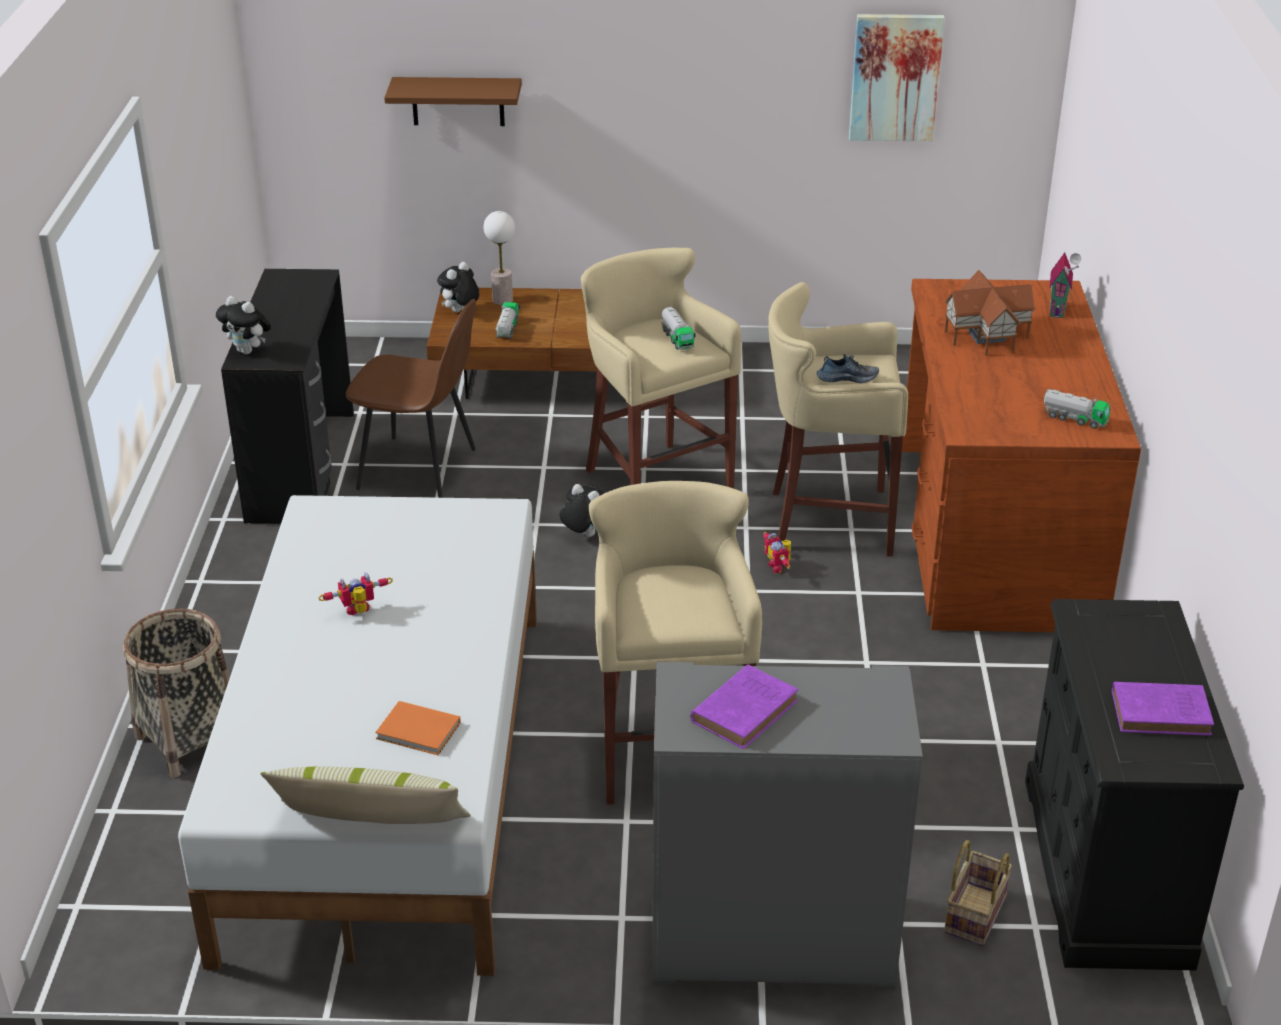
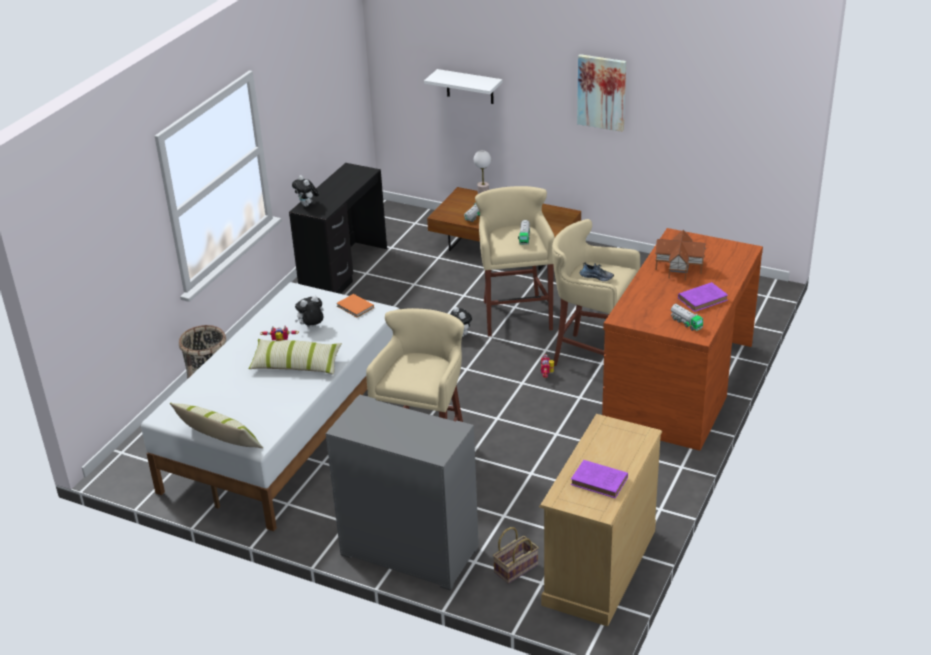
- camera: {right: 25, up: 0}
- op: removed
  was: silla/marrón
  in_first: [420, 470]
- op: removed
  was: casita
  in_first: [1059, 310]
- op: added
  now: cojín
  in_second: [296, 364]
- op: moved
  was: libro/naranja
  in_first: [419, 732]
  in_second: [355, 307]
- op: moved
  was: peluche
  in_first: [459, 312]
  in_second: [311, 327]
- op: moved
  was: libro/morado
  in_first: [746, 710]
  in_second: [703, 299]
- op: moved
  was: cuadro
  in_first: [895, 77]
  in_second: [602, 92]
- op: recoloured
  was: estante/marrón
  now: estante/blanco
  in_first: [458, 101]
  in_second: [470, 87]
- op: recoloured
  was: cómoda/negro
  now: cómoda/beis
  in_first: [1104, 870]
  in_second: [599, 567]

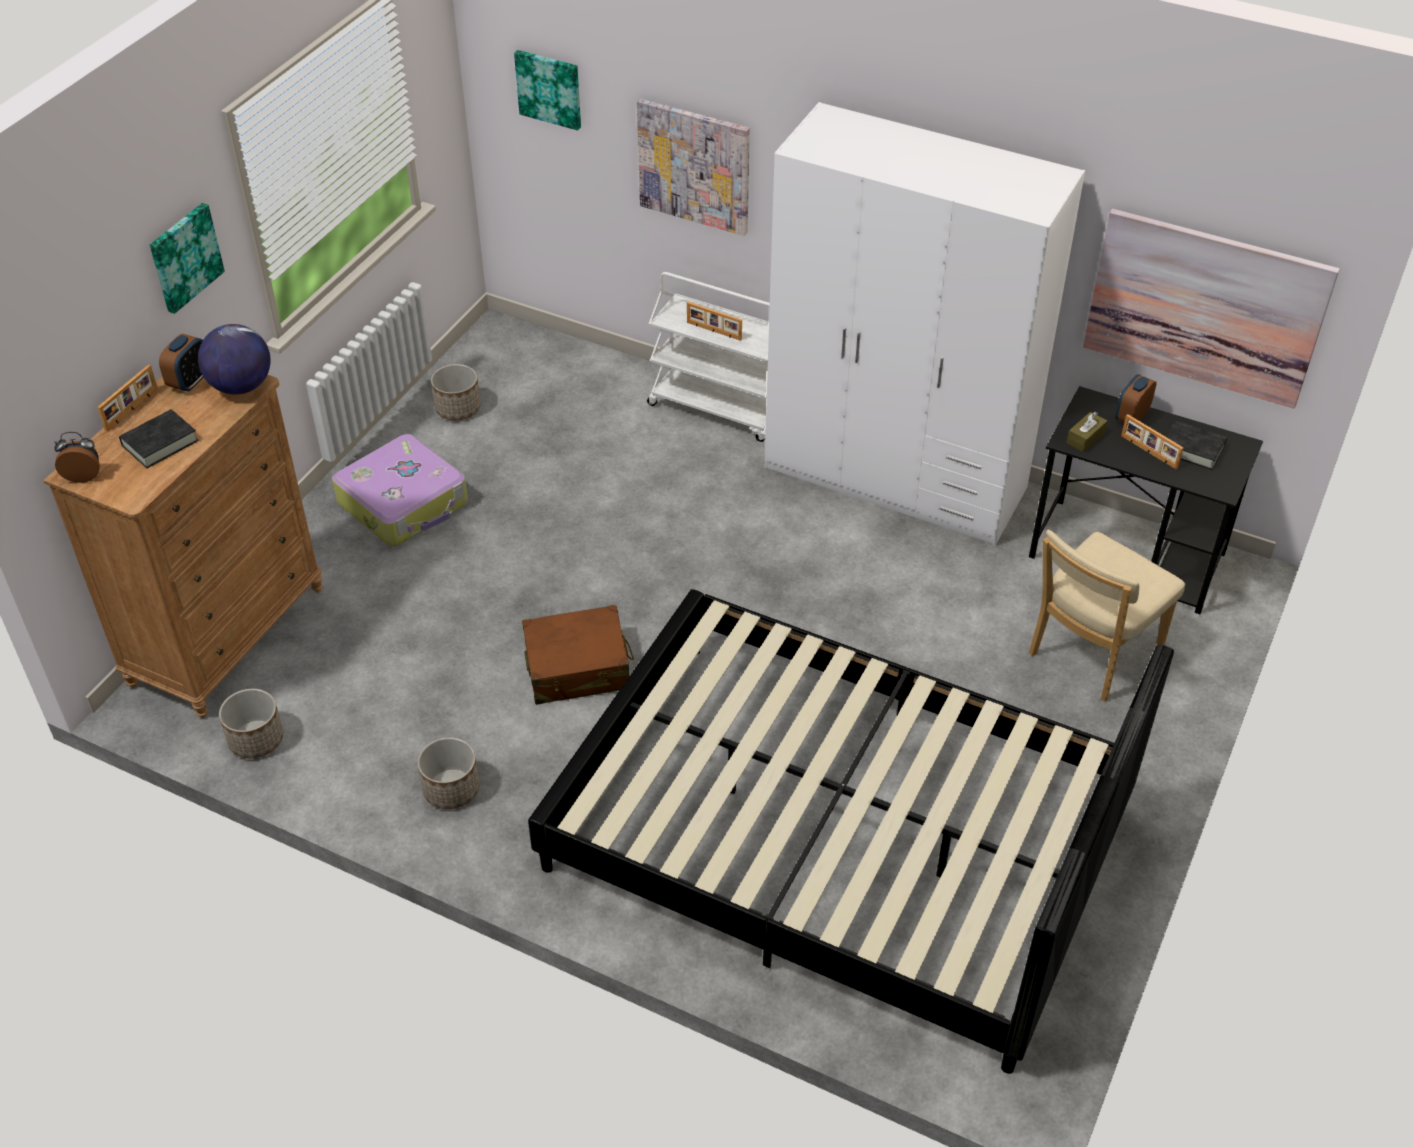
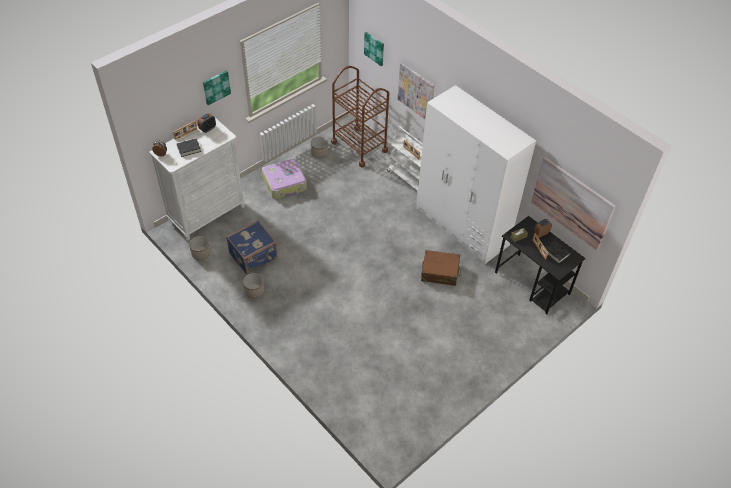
- camera: {right: 20, up: 5}
- op: removed
  was: globo terráqueo
  in_first: [241, 386]
- op: removed
  was: cama/negro
  in_first: [836, 840]
- op: removed
  was: silla/beis
  in_first: [1090, 654]
- op: added
  now: maleta/azul
  in_second: [254, 256]
- op: added
  now: carrito/marrón
  in_second: [359, 147]
- op: moved
  was: maleta/marrón
  in_first: [578, 668]
  in_second: [440, 272]
- op: recoloured
  was: cómoda/marrón
  now: cómoda/blanco
  in_first: [227, 635]
  in_second: [207, 214]

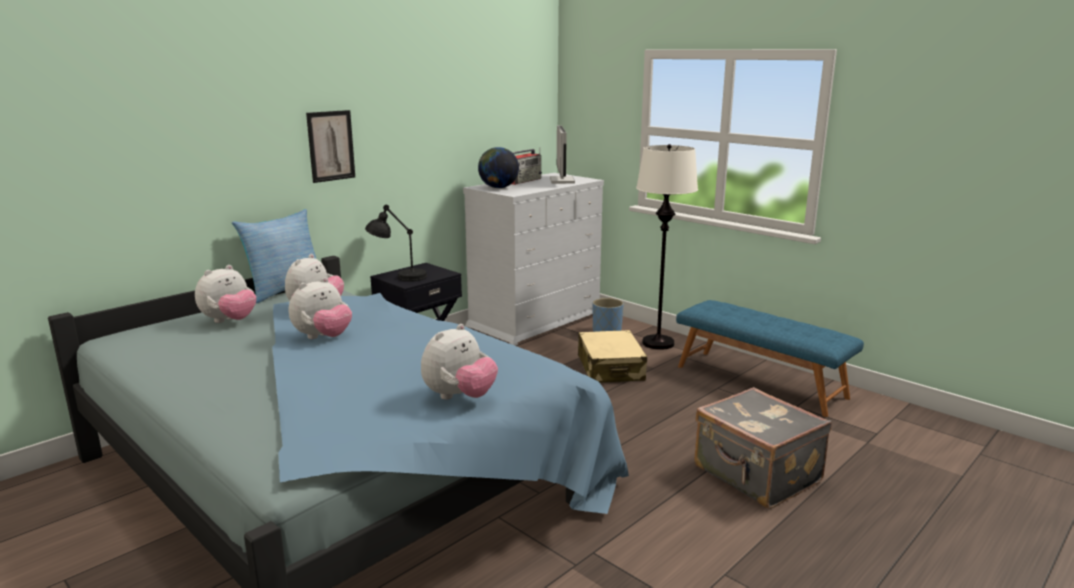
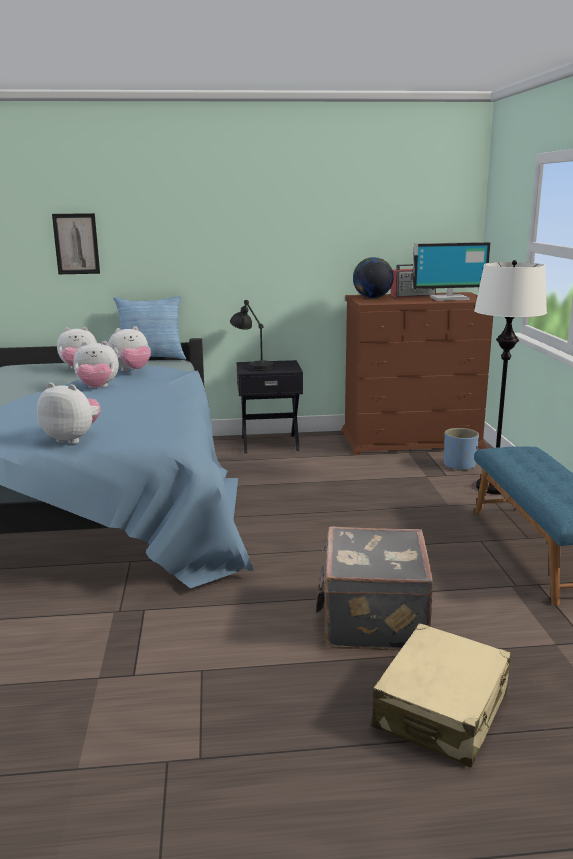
- camera: {right: 40, up: 0}
- op: moved
  was: cuadro
  in_first: [331, 146]
  in_second: [76, 244]
- op: moved
  was: maleta/beis
  in_first: [610, 368]
  in_second: [442, 710]
- op: recoloured
  was: cómoda/blanco
  now: cómoda/marrón
  in_first: [535, 320]
  in_second: [411, 439]
- op: turned
  was: peluche
  in_first: [459, 397]
  in_second: [72, 439]
  clockwise: -150
- op: turned
  was: monitor
  in_first: [560, 181]
  in_second: [448, 298]
  clockwise: 45

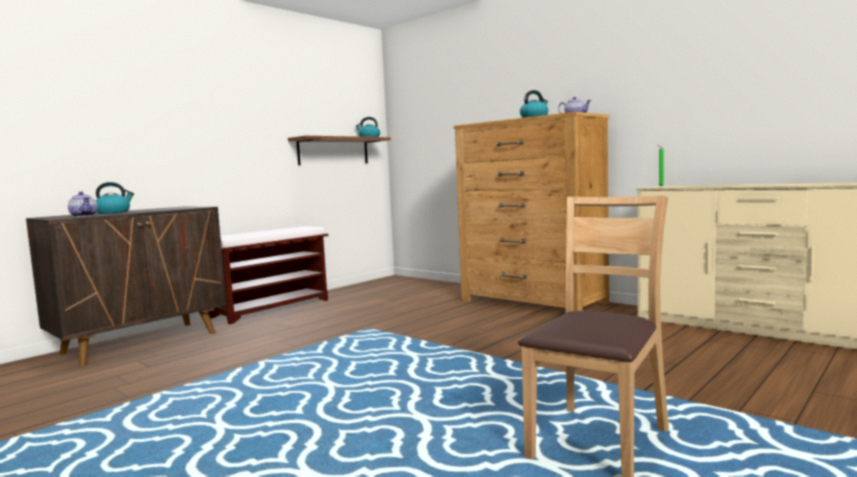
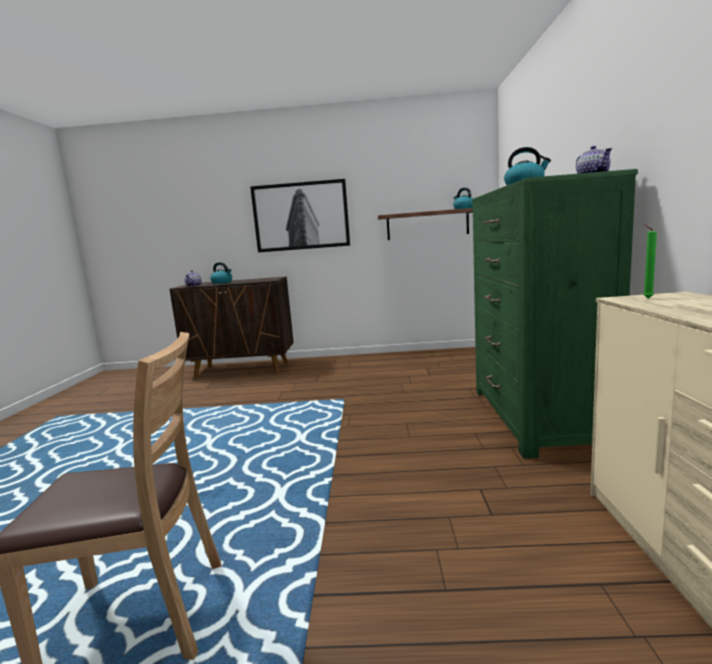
- camera: {right: 50, up: 5}
- op: removed
  was: banco/marrón
  in_first: [272, 308]
- op: added
  now: cuadro
  in_second: [301, 216]
- op: recoloured
  was: cómoda/marrón
  now: cómoda/verde
  in_first: [532, 302]
  in_second: [535, 417]

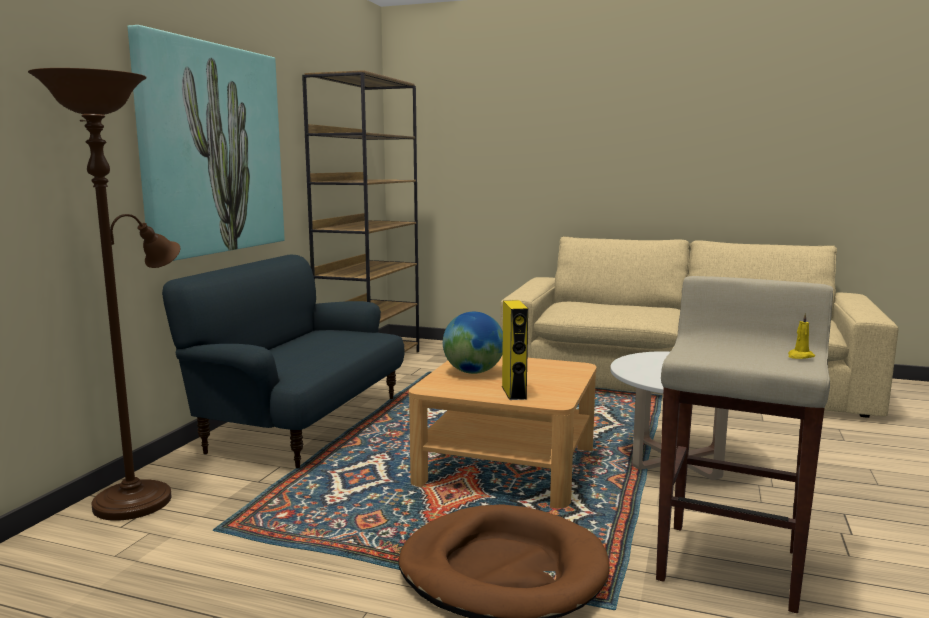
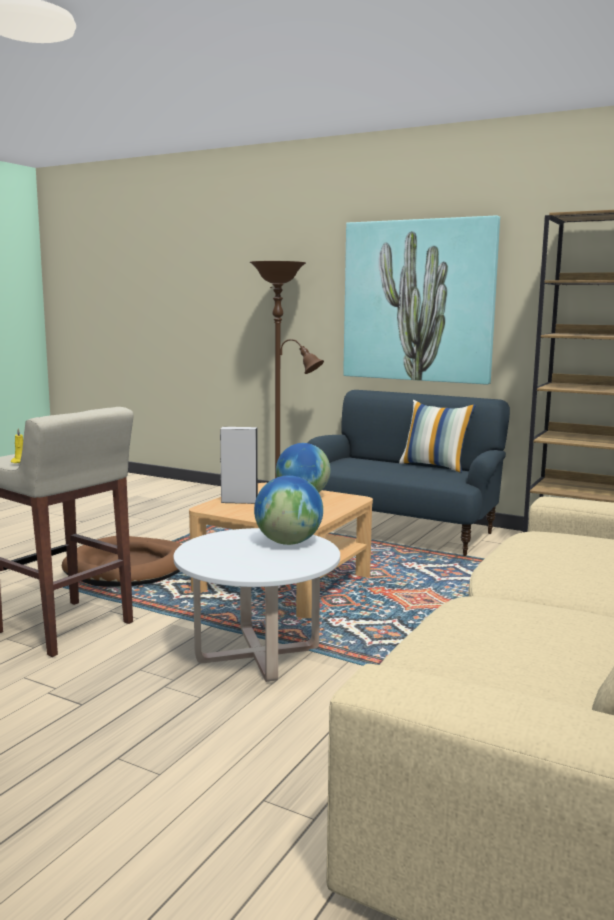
- camera: {right: 100, up: 0}
- op: added
  now: globo terráqueo
  in_second: [288, 542]
- op: added
  now: cojín
  in_second: [434, 466]
- op: recoloured
  was: altavoz/amarillo
  now: altavoz/gris
  in_first: [514, 392]
  in_second: [239, 501]

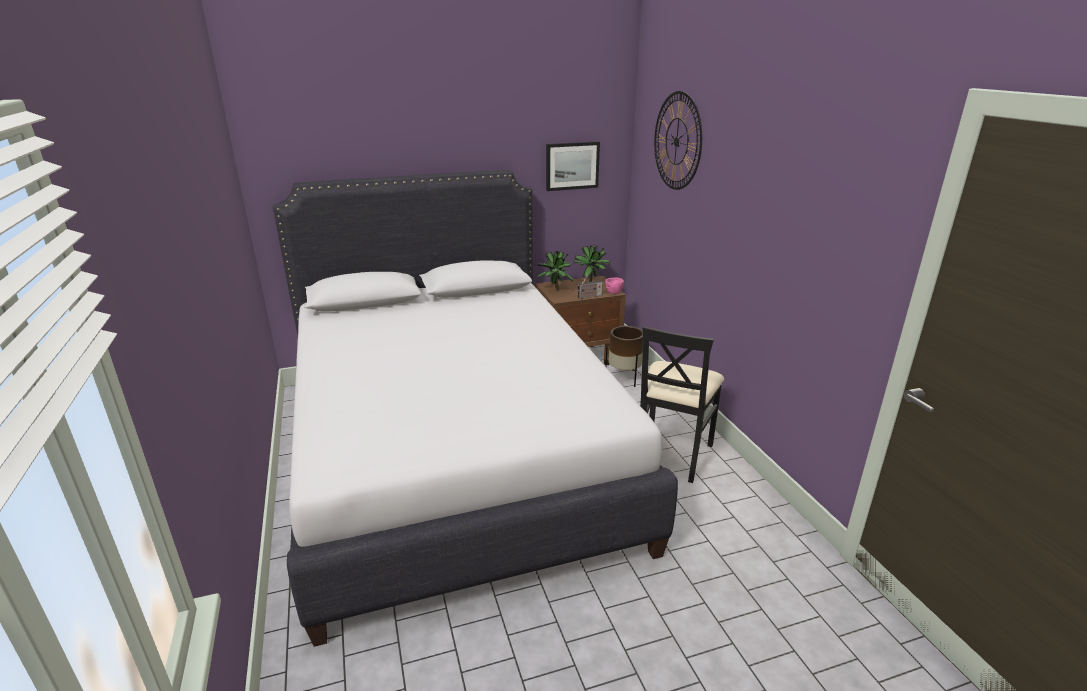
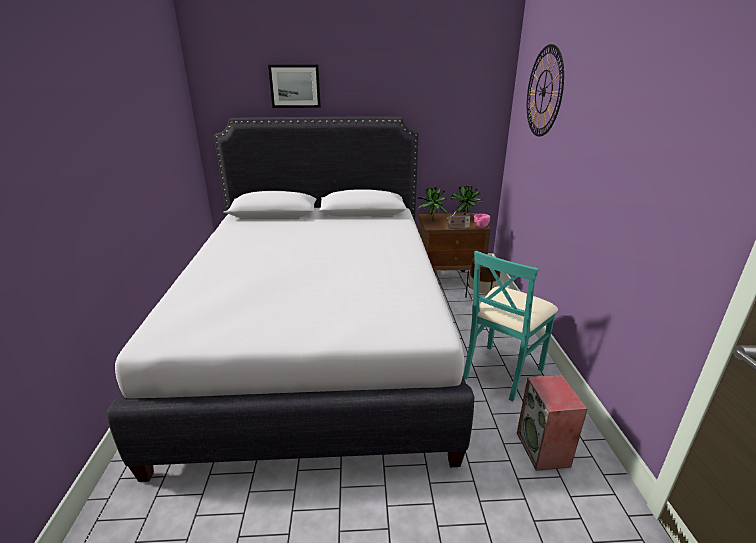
- camera: {right: 15, up: 0}
- op: added
  now: altavoz
  in_second: [543, 450]
- op: moved
  was: cuadro
  in_first: [572, 166]
  in_second: [295, 86]
- op: recoloured
  was: silla/negro
  now: silla/turquesa
  in_first: [672, 454]
  in_second: [502, 371]

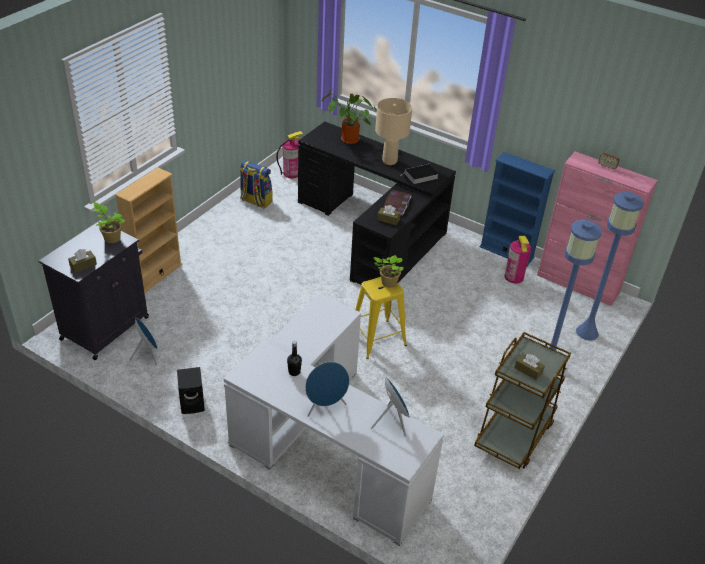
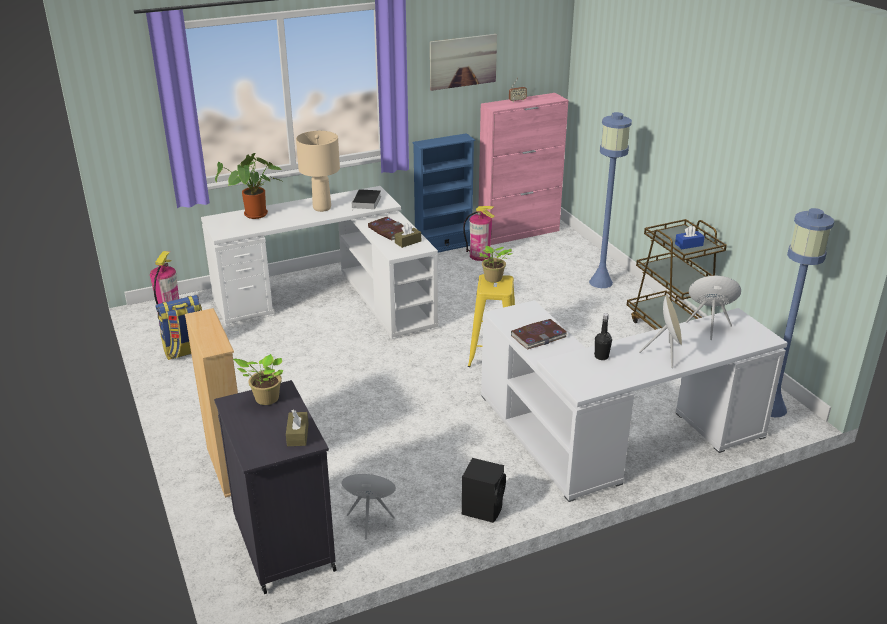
- camera: {right: -55, up: -10}
- op: added
  now: cuadro
  in_second: [463, 61]
- op: added
  now: libro
  in_second: [538, 336]
- op: moved
  was: lámpara de pie/azul
  in_first: [587, 332]
  in_second: [772, 408]
- op: recoloured
  was: escritorio/negro
  now: escritorio/blanco
  in_first: [375, 232]
  in_second: [335, 298]
- op: recoloured
  was: altavoz/azul
  now: altavoz/beis
  in_first: [325, 407]
  in_second: [665, 354]
- op: recoloured
  was: caja de pañuelos/marrón
  now: caja de pañuelos/azul
  in_first: [528, 370]
  in_second: [689, 244]

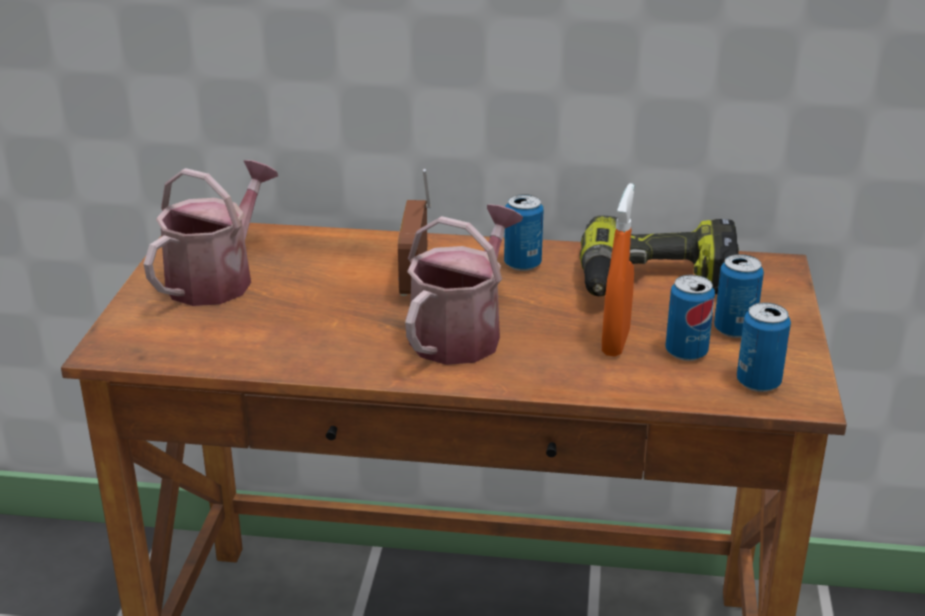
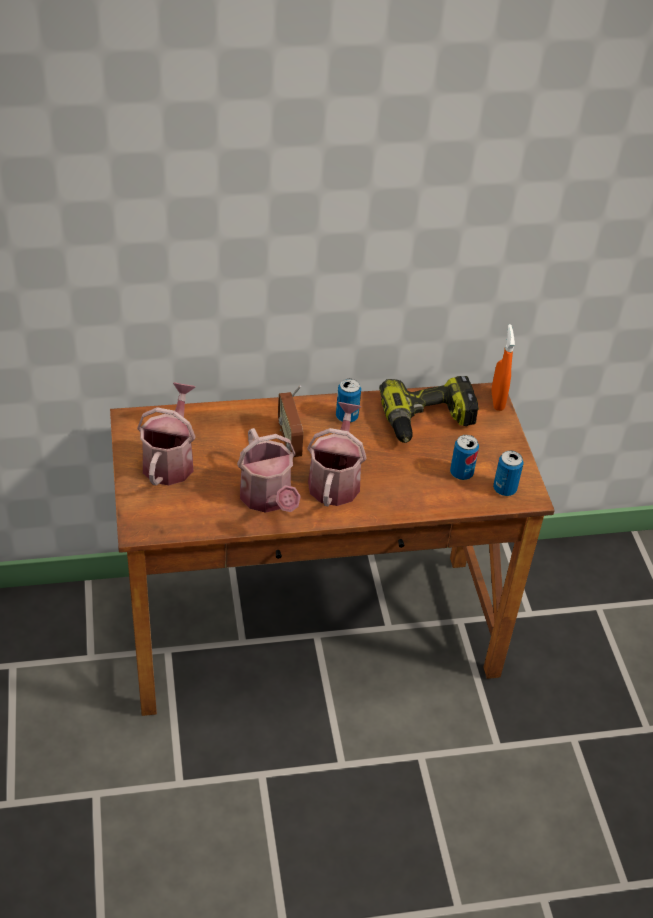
- camera: {right: -20, up: 15}
- op: removed
  was: lata
  in_first: [734, 330]
- op: added
  now: regadera
  in_second: [268, 499]
- op: moved
  was: pulverizador/naranja
  in_first: [615, 342]
  in_second: [497, 400]

